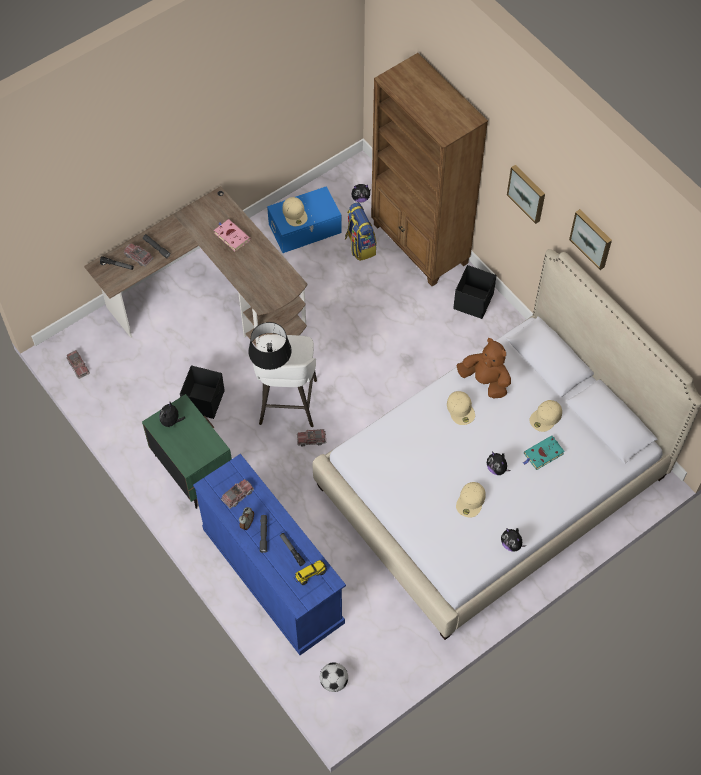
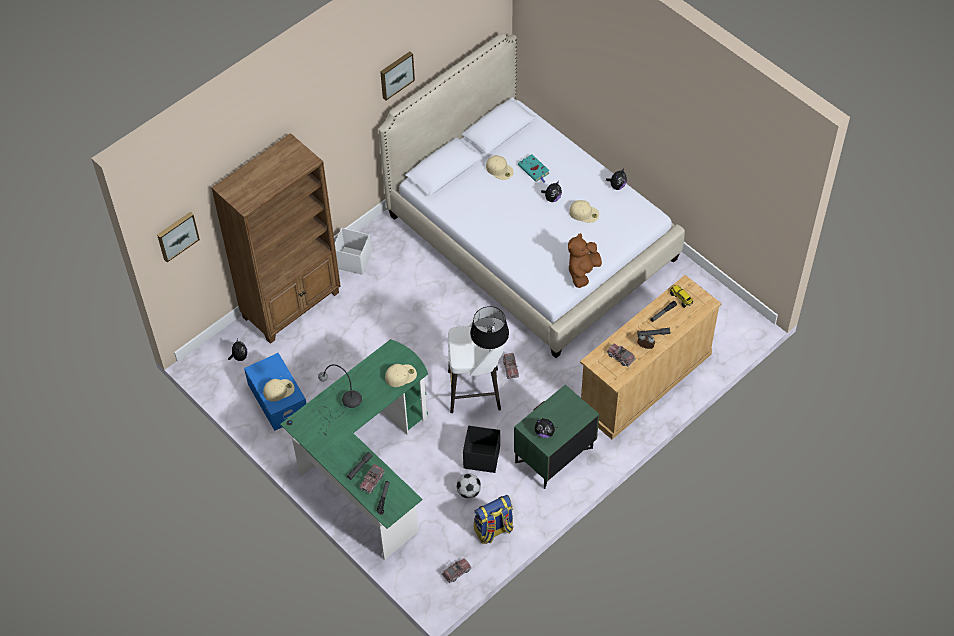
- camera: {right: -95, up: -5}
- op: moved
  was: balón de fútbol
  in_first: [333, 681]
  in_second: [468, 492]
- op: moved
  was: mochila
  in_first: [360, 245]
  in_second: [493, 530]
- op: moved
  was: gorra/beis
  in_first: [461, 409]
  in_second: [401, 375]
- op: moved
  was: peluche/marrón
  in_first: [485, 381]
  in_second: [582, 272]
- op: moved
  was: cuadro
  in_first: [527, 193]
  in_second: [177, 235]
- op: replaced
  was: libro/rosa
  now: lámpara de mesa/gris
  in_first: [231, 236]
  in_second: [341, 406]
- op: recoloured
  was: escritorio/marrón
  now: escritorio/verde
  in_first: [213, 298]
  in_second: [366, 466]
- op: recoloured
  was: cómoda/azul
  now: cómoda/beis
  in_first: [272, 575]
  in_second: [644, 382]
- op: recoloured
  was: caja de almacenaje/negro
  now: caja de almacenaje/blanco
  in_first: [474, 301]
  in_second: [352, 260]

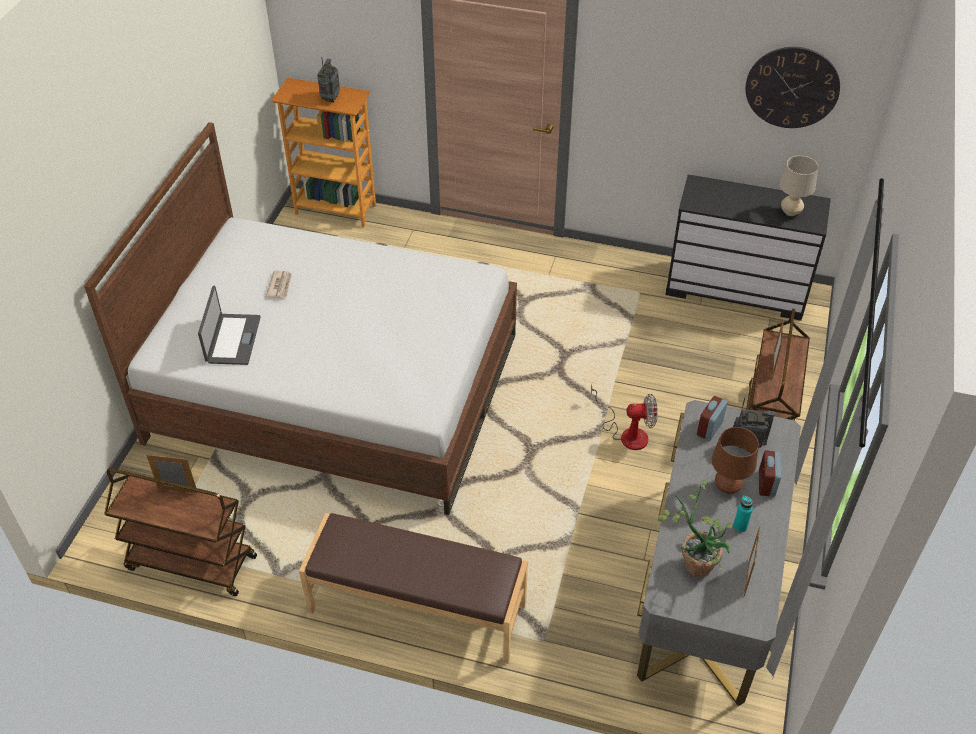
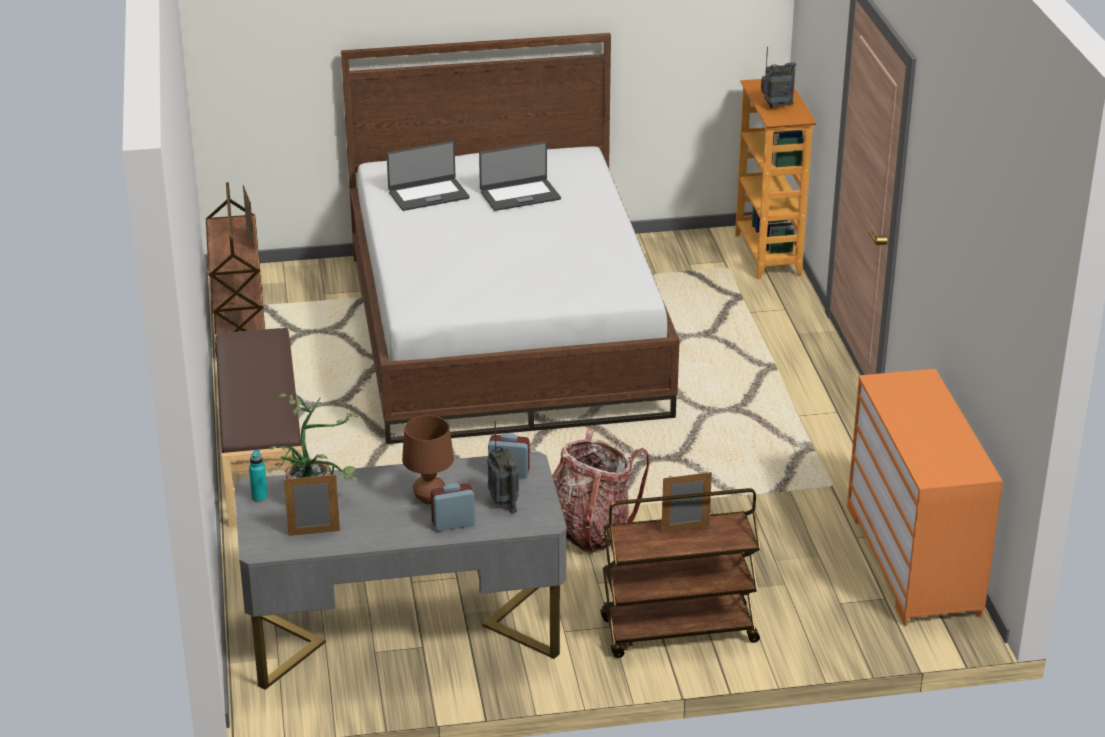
- camera: {right: 65, up: -15}
- op: removed
  was: reloj de pared
  in_first: [792, 87]
- op: removed
  was: lámpara de mesa/beis
  in_first: [790, 212]
- op: moved
  was: botella/turquesa
  in_first: [740, 526]
  in_second: [259, 497]
- op: replaced
  was: periódico
  now: portátil
  in_first: [280, 286]
  in_second: [520, 195]
- op: replaced
  was: ventilador
  now: mochila
  in_first: [627, 433]
  in_second: [588, 529]
- op: recoloured
  was: cómoda/negro
  now: cómoda/naranja
  in_first: [736, 289]
  in_second: [914, 560]

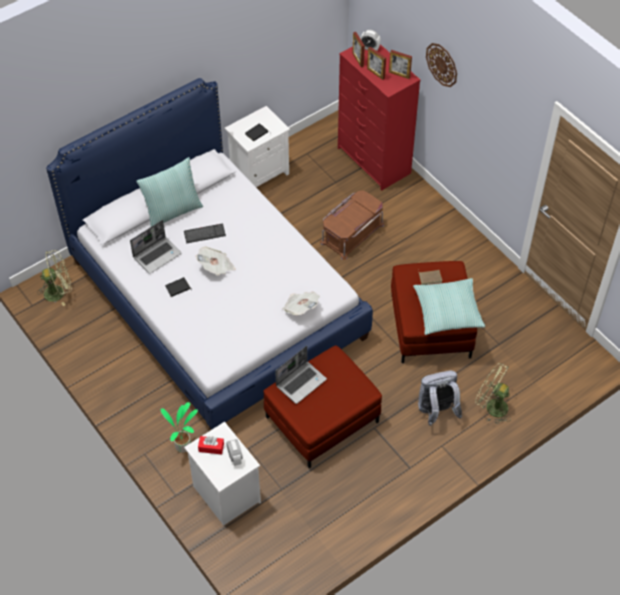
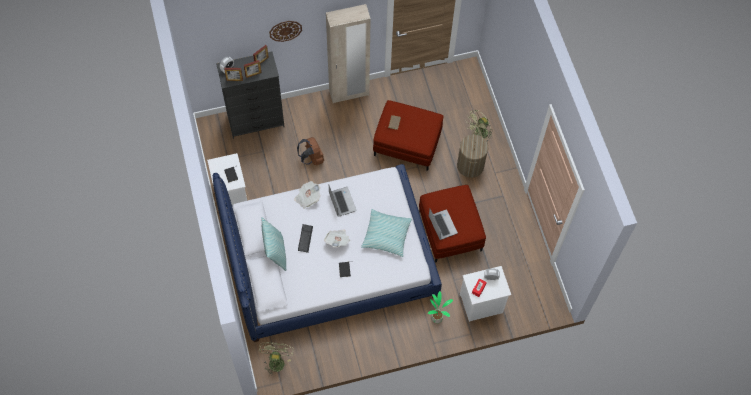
- camera: {right: -70, up: 10}
- op: added
  now: armario ropero/beis
  in_second: [349, 93]
- op: moved
  was: portátil
  in_first: [157, 255]
  in_second: [341, 201]
- op: moved
  was: periódico
  in_first: [300, 308]
  in_second: [307, 198]
- op: moved
  was: cojín
  in_first: [448, 311]
  in_second: [386, 235]
- op: replaced
  was: caja de almacenaje/marrón
  now: mochila/marrón
  in_first: [351, 232]
  in_second: [312, 158]
- op: replaced
  was: mochila/gris
  now: cesto de la ropa
  in_first: [436, 411]
  in_second: [470, 166]
- op: recoloured
  was: cómoda/rojo
  now: cómoda/negro
  in_first: [374, 161]
  in_second: [256, 121]

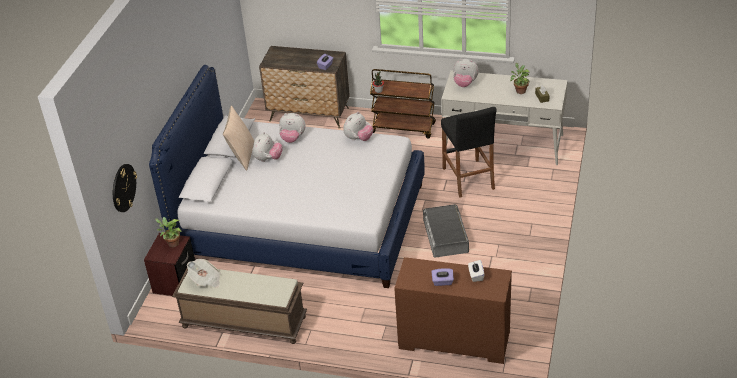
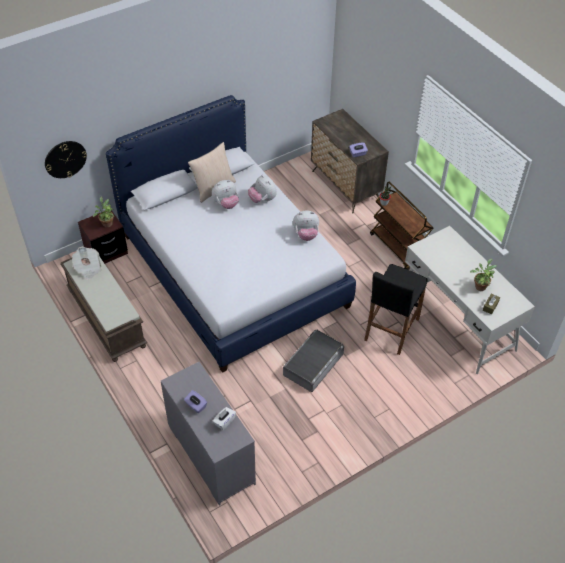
- camera: {right: 40, up: 10}
- op: removed
  was: peluche
  in_first: [465, 84]
- op: recoloured
  was: cómoda/marrón
  now: cómoda/gris
  in_first: [454, 341]
  in_second: [210, 455]

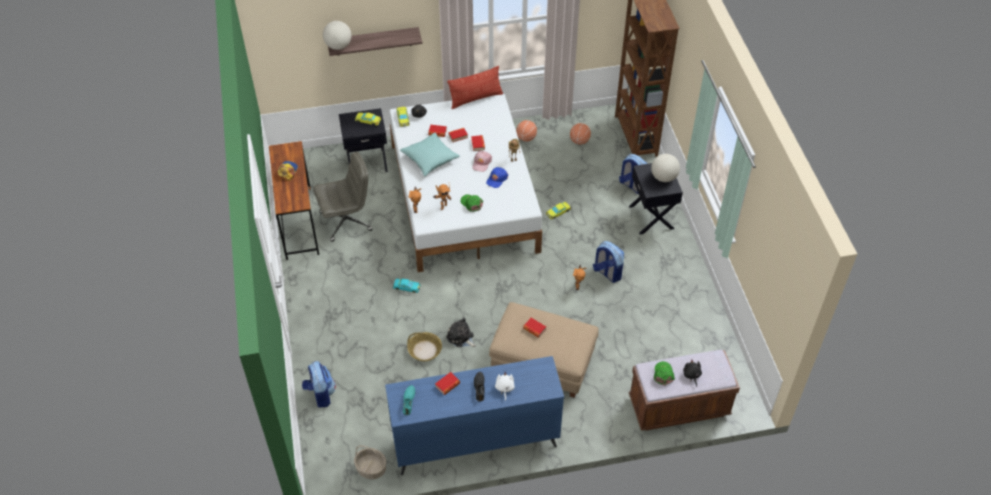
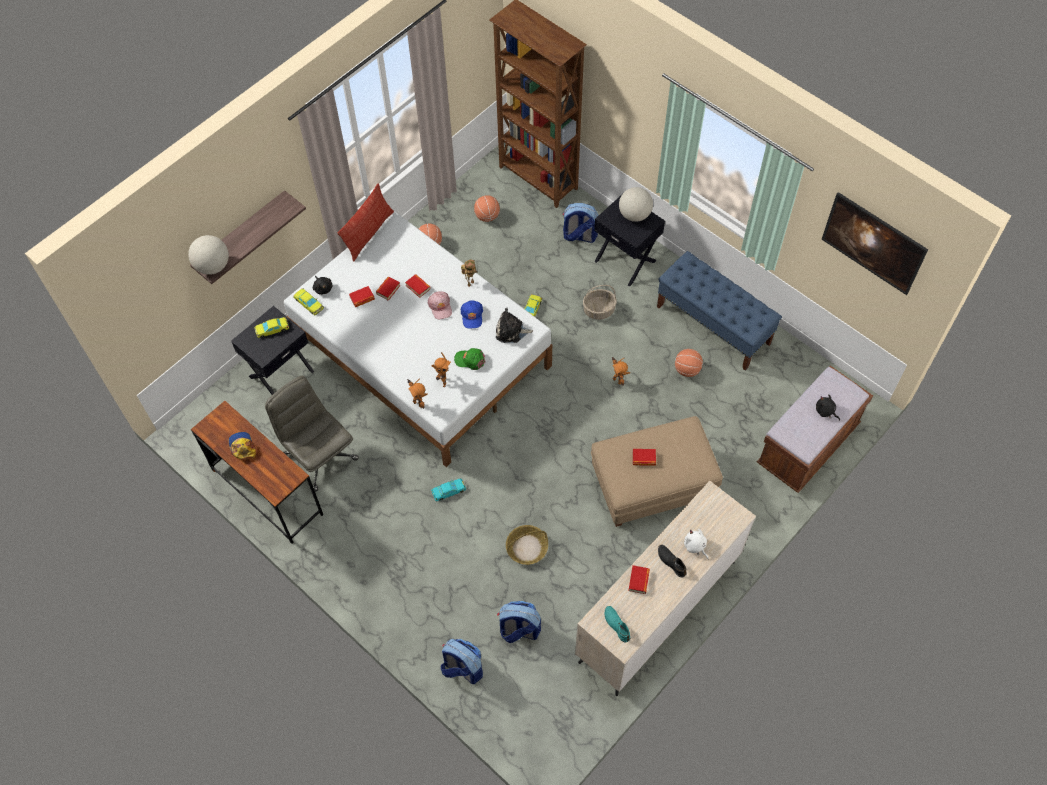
- camera: {right: -35, up: 10}
- op: removed
  was: cojín/turquesa
  in_first: [430, 159]
- op: removed
  was: gorra/verde
  in_first: [663, 374]
- op: added
  now: banco/azul
  in_second: [713, 325]
- op: added
  now: balón de baloncesto
  in_second: [687, 369]
- op: added
  now: cuadro
  in_second: [869, 254]
- op: moved
  was: cesta
  in_first: [371, 469]
  in_second: [598, 310]
- op: moved
  was: peluche
  in_first: [461, 337]
  in_second: [511, 331]
- op: moved
  was: mochila
  in_first: [607, 273]
  in_second: [519, 630]
- op: recoloured
  was: cómoda/azul
  now: cómoda/beis
  in_first: [474, 442]
  in_second: [656, 611]
- op: turned
  was: silla de oficina/gris
  in_first: [346, 221]
  in_second: [319, 456]
  clockwise: -75

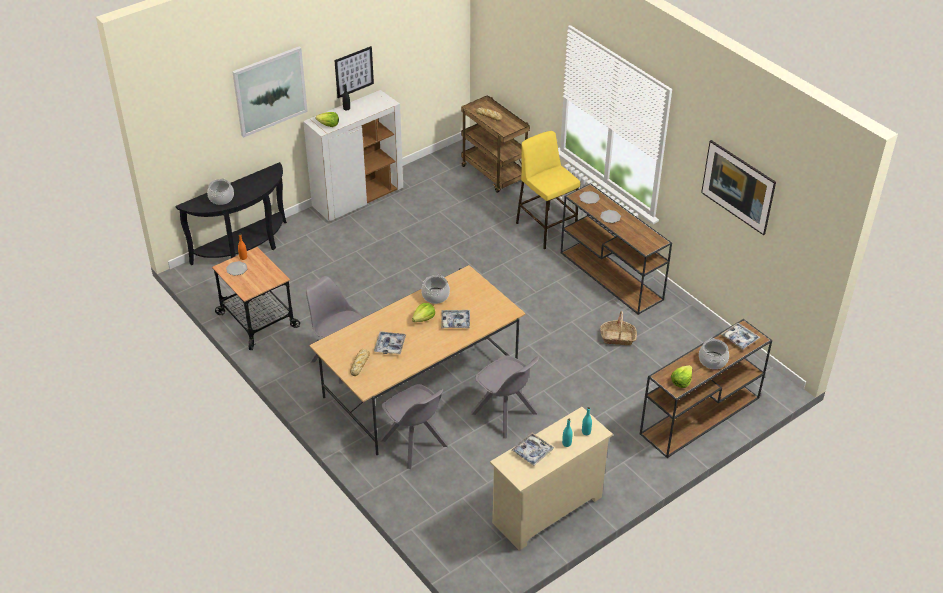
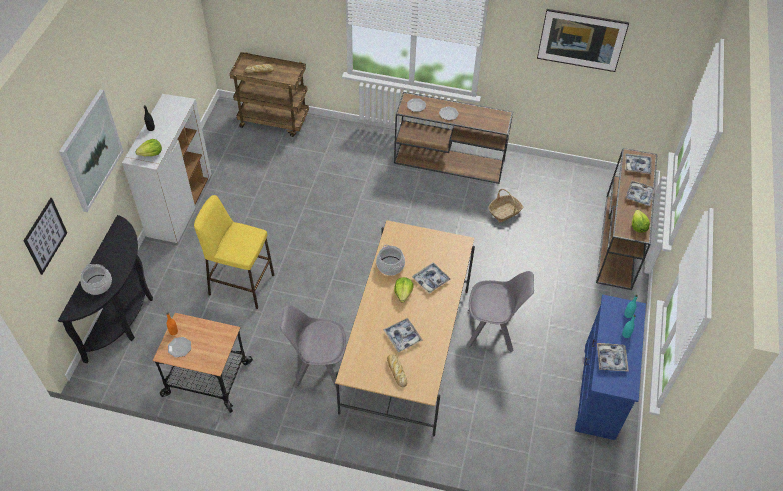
- camera: {right: -40, up: 10}
- op: removed
  was: silla/gris
  in_first: [415, 444]
- op: moved
  was: cuadro
  in_first: [354, 72]
  in_second: [45, 236]
- op: moved
  was: taburete/amarillo
  in_first: [546, 228]
  in_second: [241, 284]
- op: replaced
  was: olla
  now: bandeja
  in_first: [712, 360]
  in_second: [639, 195]
- op: recoloured
  was: cómoda/beis
  now: cómoda/azul
  in_first: [547, 510]
  in_second: [599, 391]

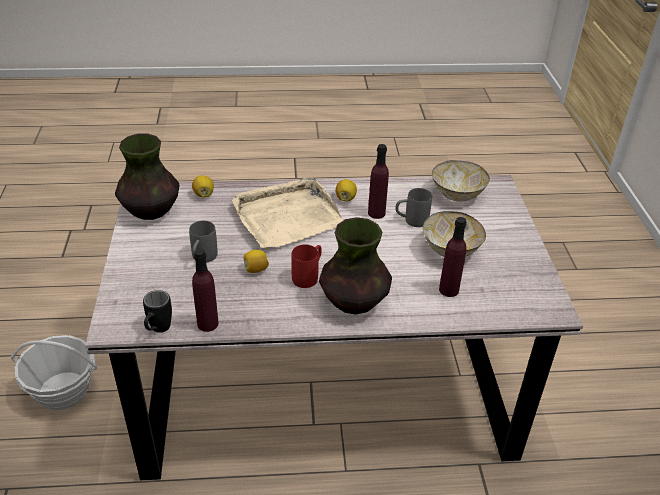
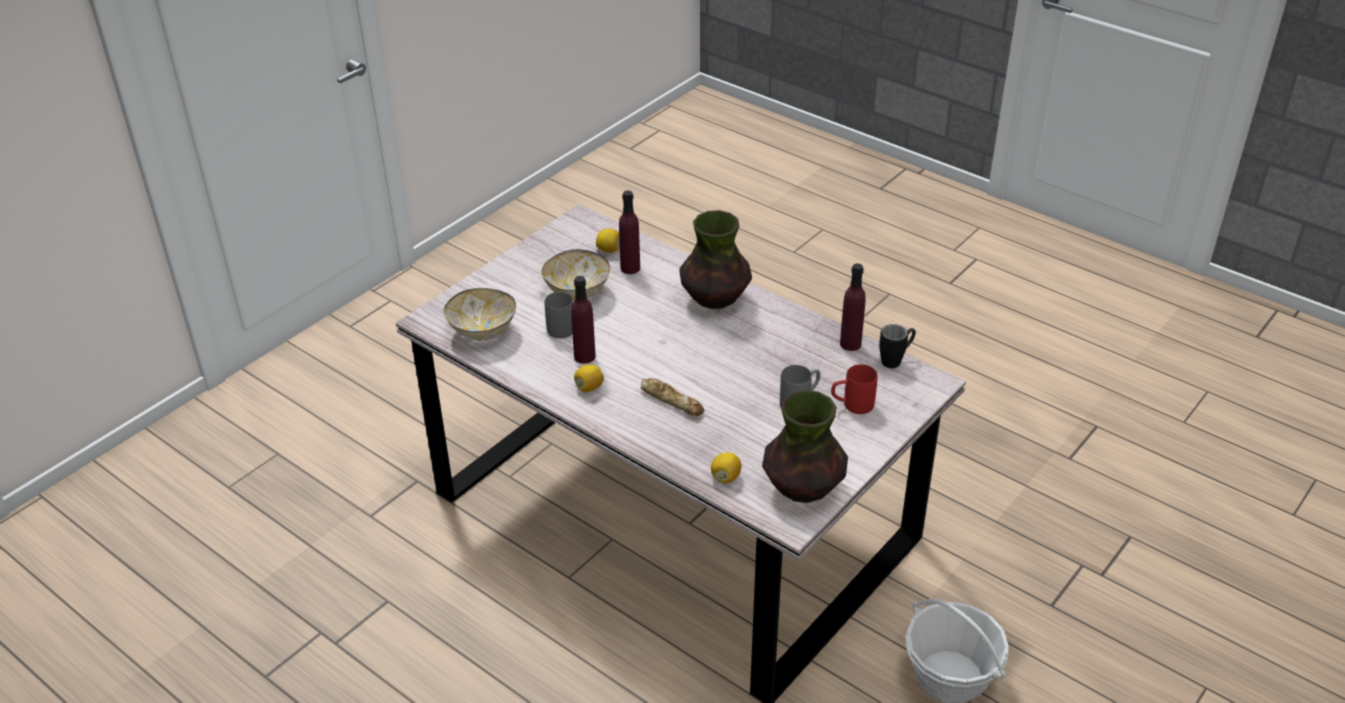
- camera: {right: -135, up: 0}
- op: moved
  was: limón
  in_first: [256, 269]
  in_second: [609, 250]
- op: moved
  was: taza grande/rojo
  in_first: [308, 276]
  in_second: [851, 405]
- op: replaced
  was: bandeja/beis
  now: pan
  in_first: [287, 216]
  in_second: [672, 400]

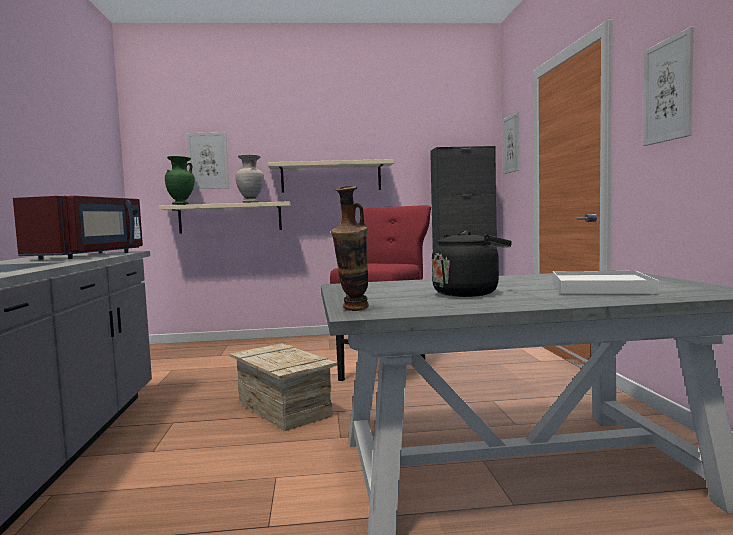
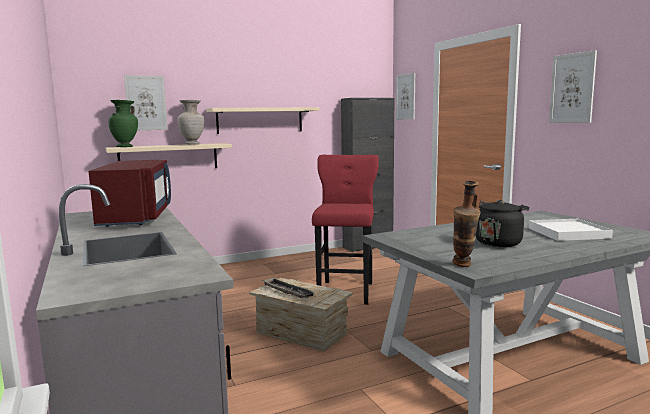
- camera: {right: -20, up: 5}
- op: added
  now: bandeja
  in_second: [287, 291]

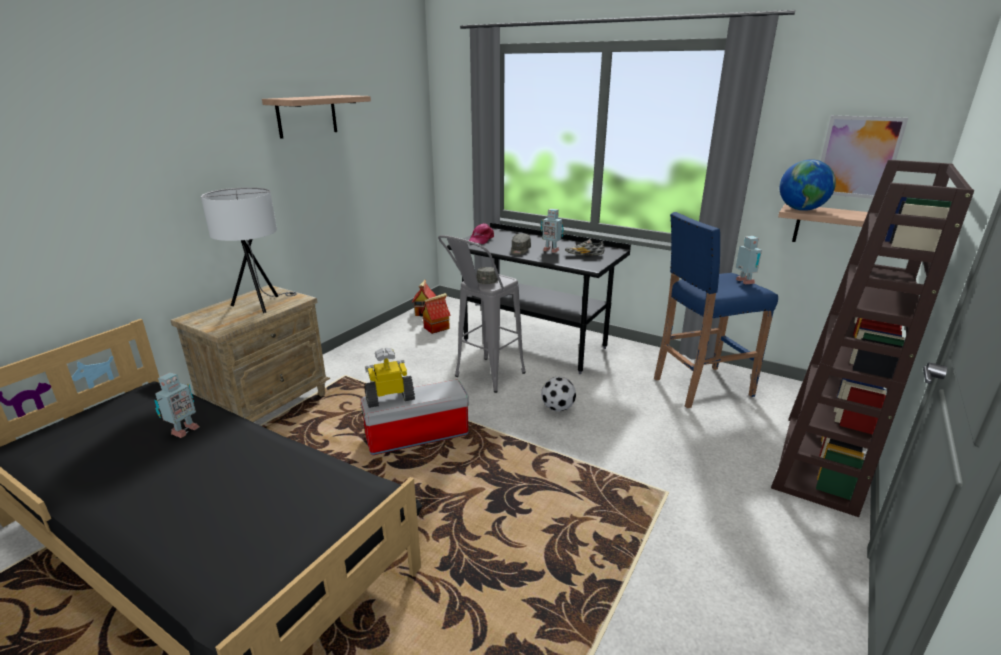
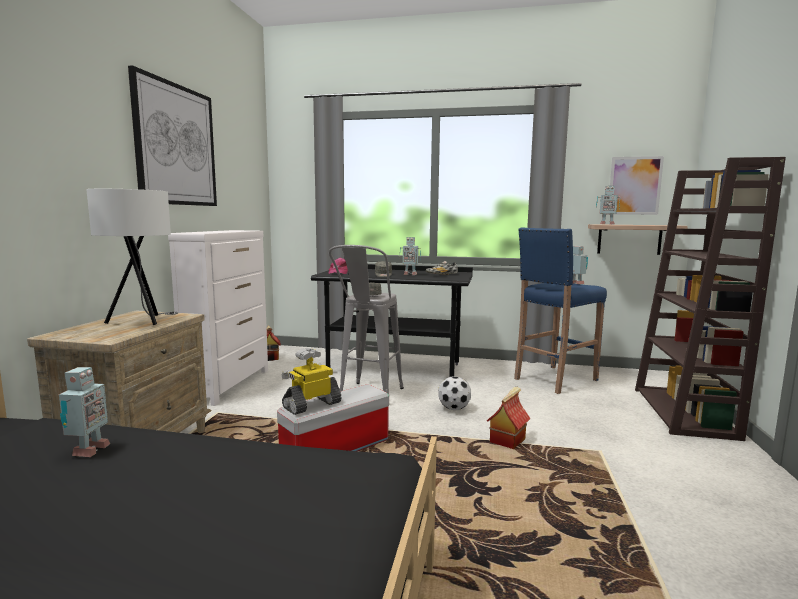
- camera: {right: -20, up: -15}
- op: added
  now: cómoda/blanco
  in_second: [229, 384]
- op: moved
  was: casita
  in_first: [436, 328]
  in_second: [507, 440]
- op: replaced
  was: estante
  now: cuadro
  in_first: [307, 116]
  in_second: [176, 145]
- op: replaced
  was: globo terráqueo
  now: robot de juguete
  in_first: [801, 210]
  in_second: [606, 224]

